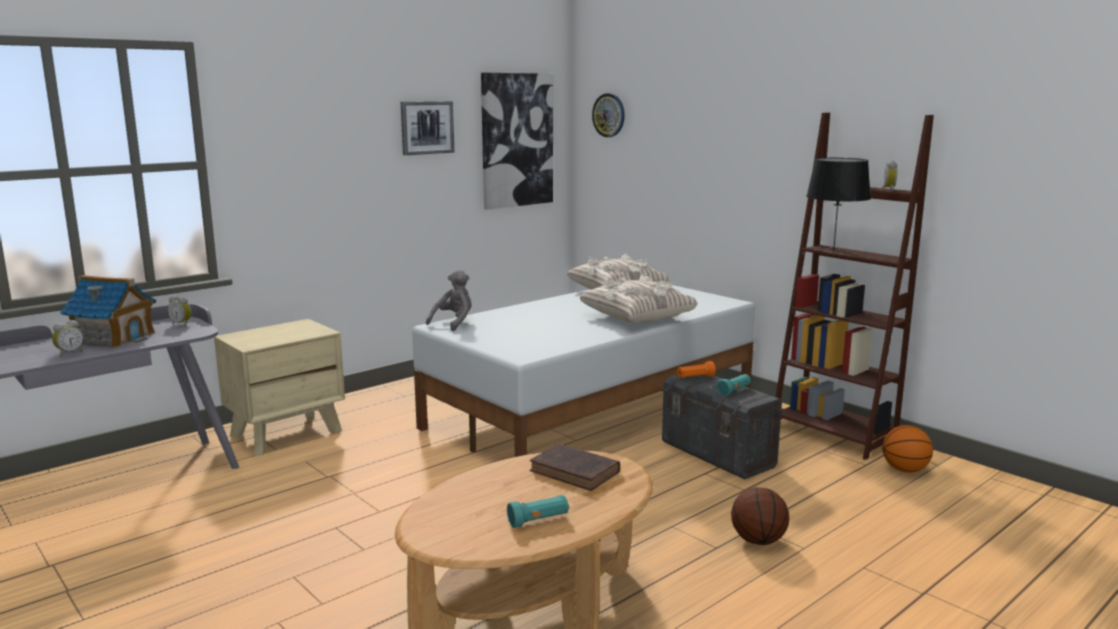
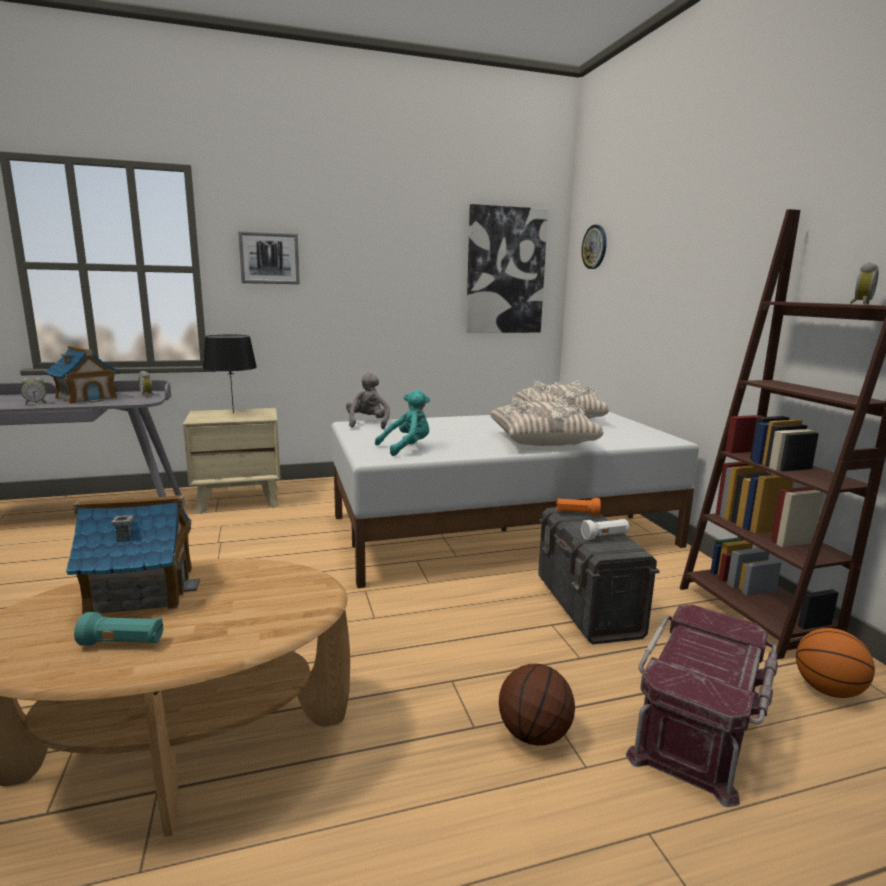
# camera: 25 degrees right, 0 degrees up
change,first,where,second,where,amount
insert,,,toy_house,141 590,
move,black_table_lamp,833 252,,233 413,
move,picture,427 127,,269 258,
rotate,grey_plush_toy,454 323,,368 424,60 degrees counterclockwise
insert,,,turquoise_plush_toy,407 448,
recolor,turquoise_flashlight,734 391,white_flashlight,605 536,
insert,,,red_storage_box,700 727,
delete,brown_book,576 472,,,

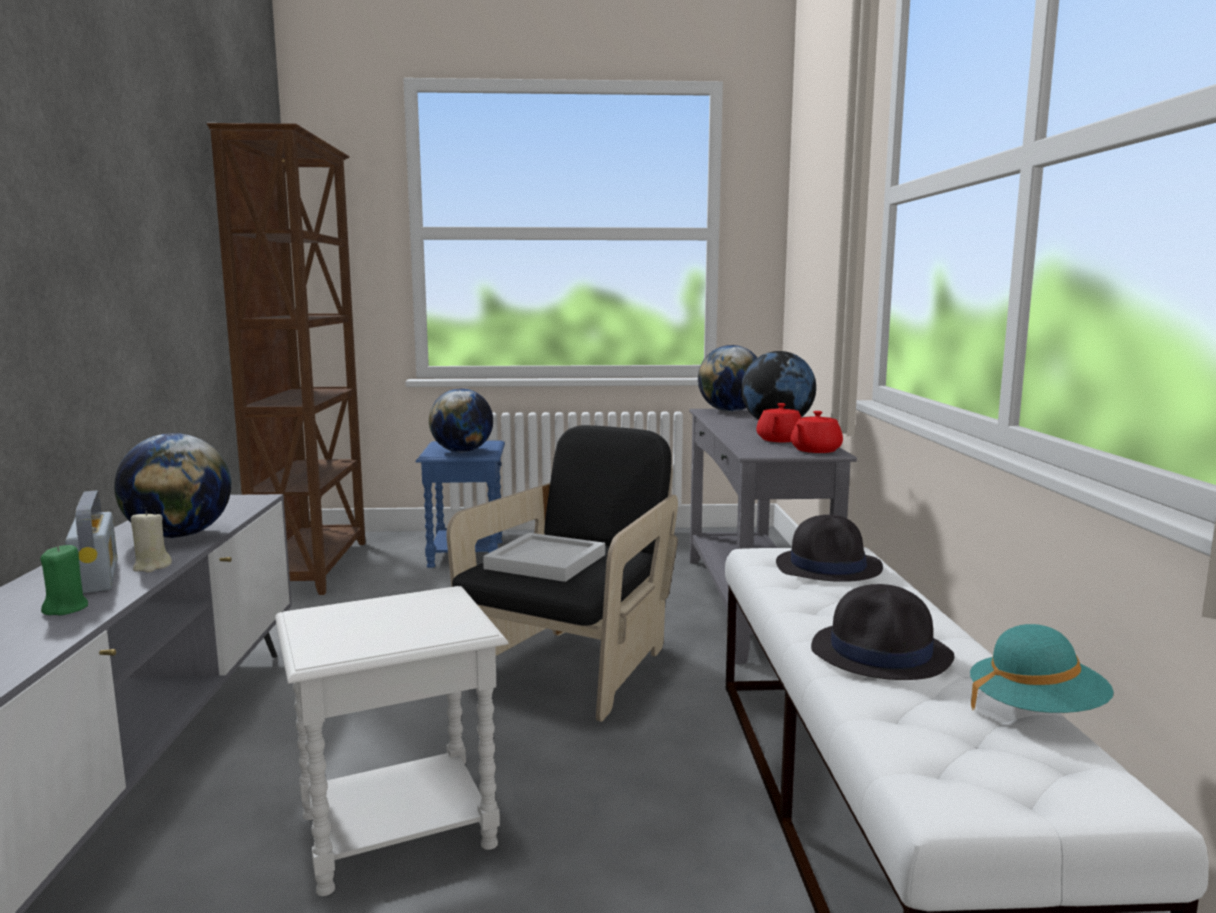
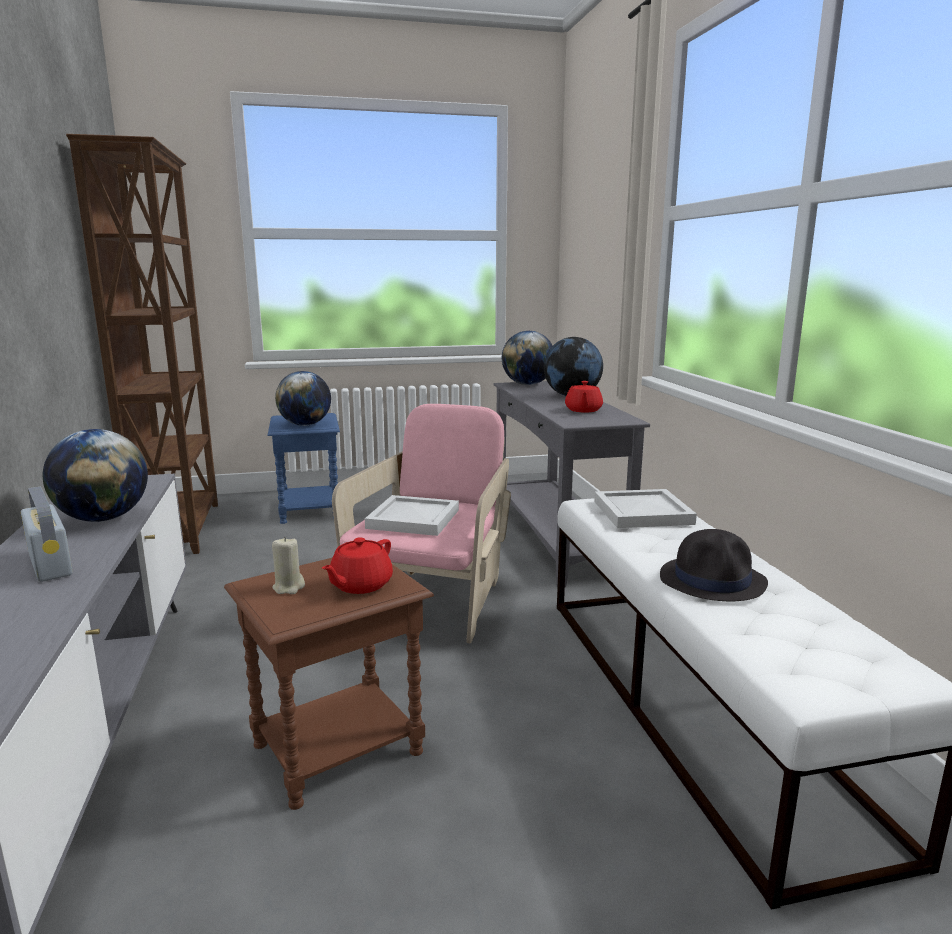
# camera: 10 degrees left, 5 degrees up
change,first,where,second,where,amount
recolor,white_side_table,398 831,brown_side_table,339 749,
move,beige_candle,151 567,,289 587,
move,red_teapot,815 450,,360 585,
recolor,black_armchair,573 670,pink_armchair,433 603,
replace,black_hat,829 567,white_tray,643 512,
delete,green_candle,66 609,,,
delete,turquoise_hat,1035 711,,,

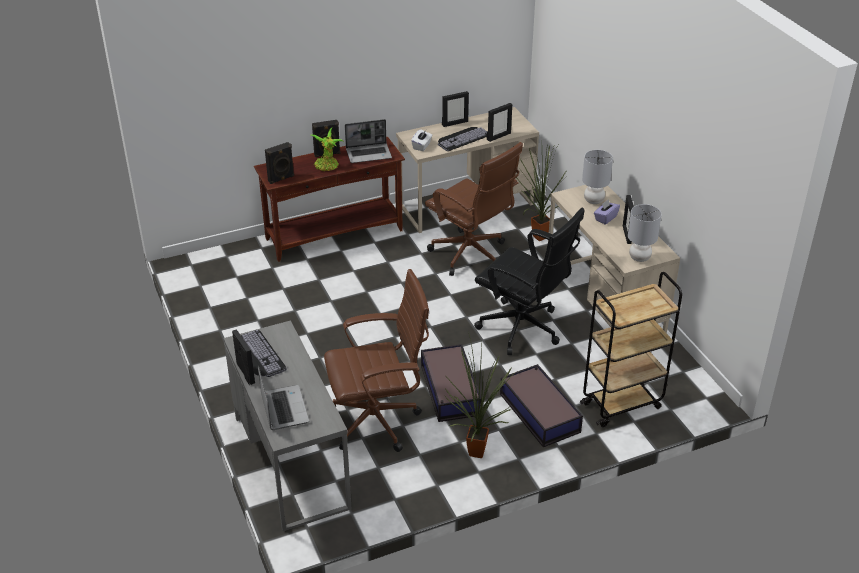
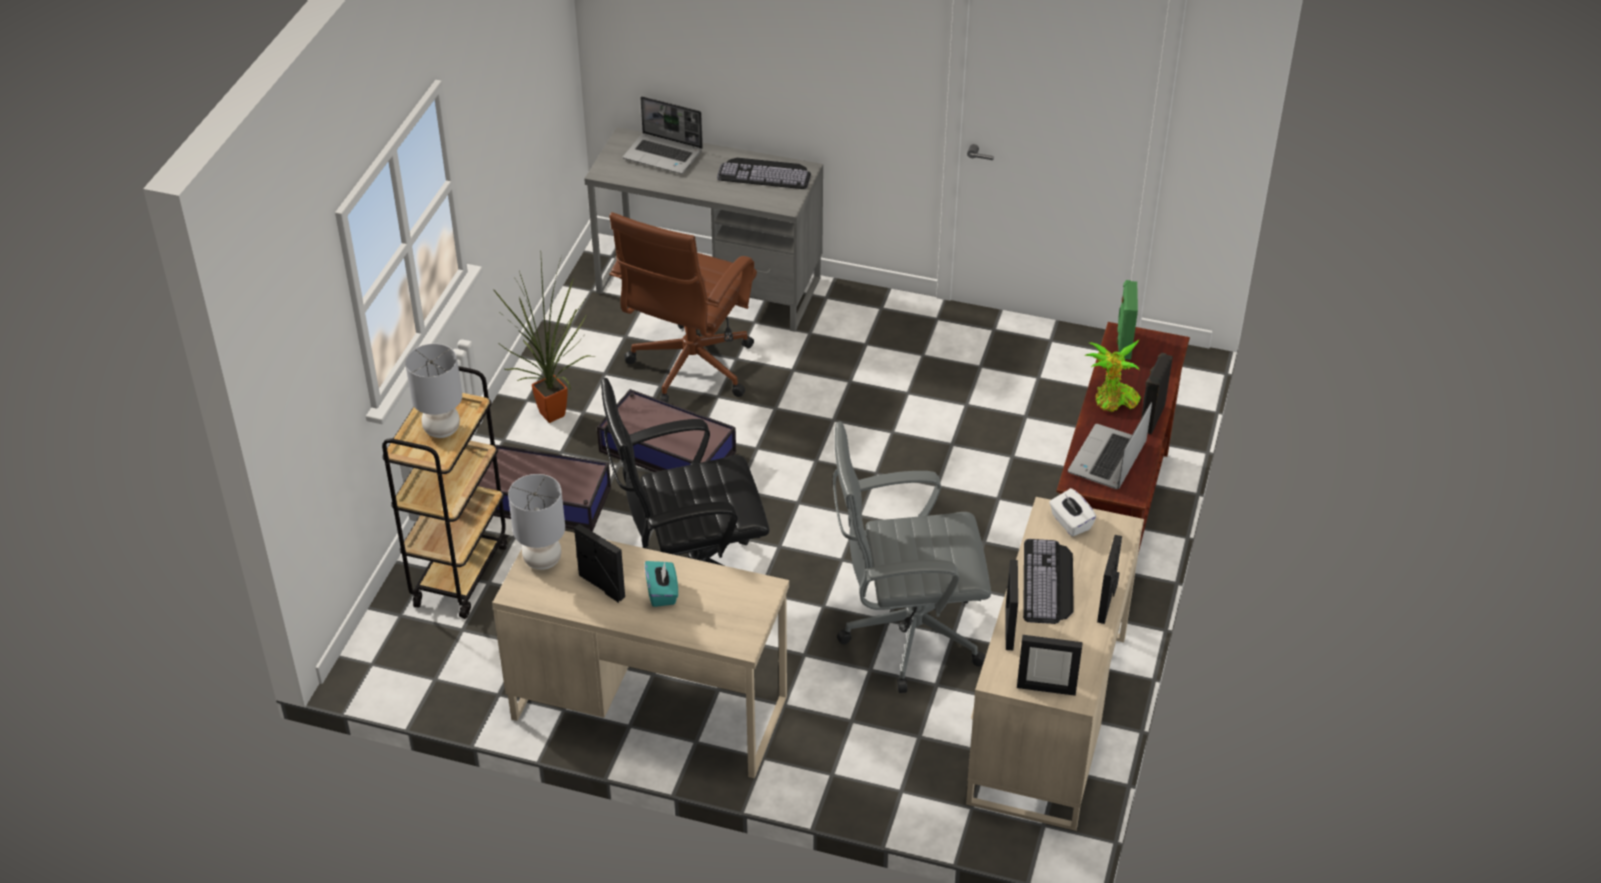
# camera: 130 degrees right, 5 degrees up
change,first,where,second,where,amount
move,grey_table_lamp,594 201,,441 430,
recolor,purple_tissue_box,605 218,turquoise_tissue_box,662 593,
recolor,brown_office_chair,471 256,grey_office_chair,905 636,
move,picture_frame,245 373,,1046 687,
recolor,black_speaker,281 179,green_speaker,1123 344,
delete,potted_plant,537 238,,,

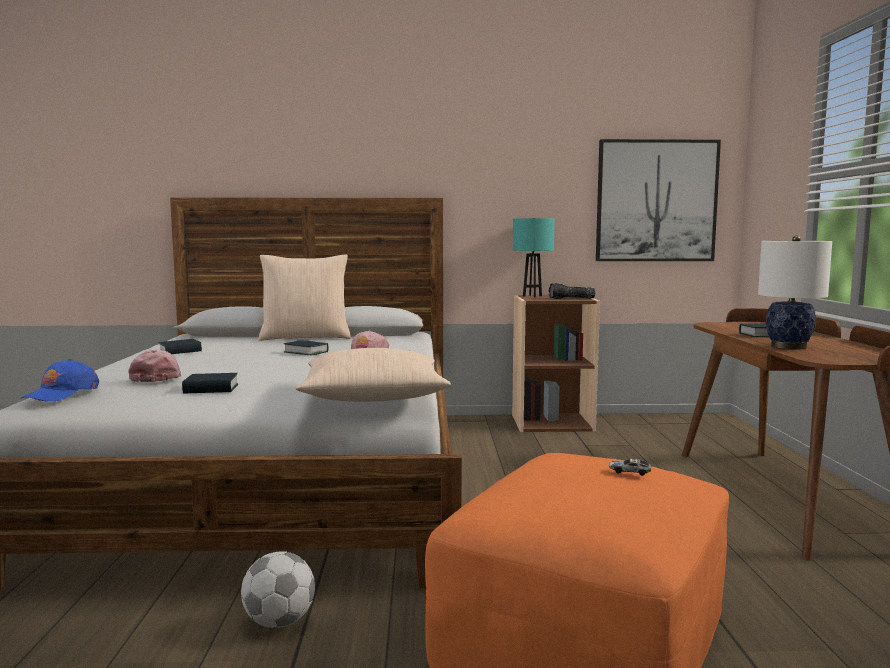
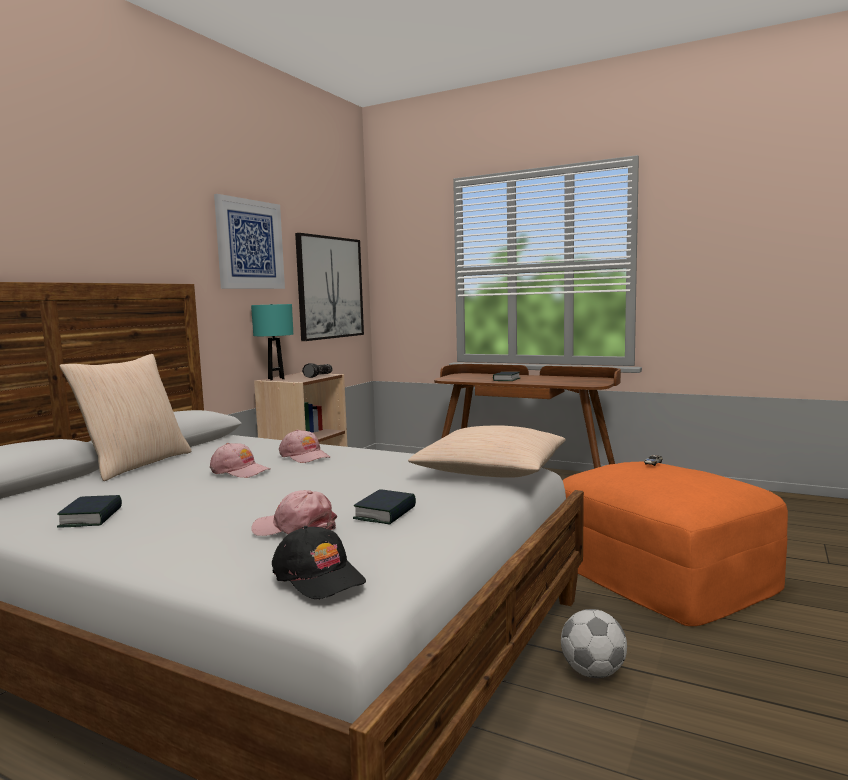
# camera: 60 degrees left, 0 degrees up
change,first,where,second,where,amount
replace,book,306 352,pink_cap,240 471,
insert,,,picture,250 244,
recolor,blue_cap,61 394,black_cap,319 576,
delete,white_table_lamp,788 346,,,

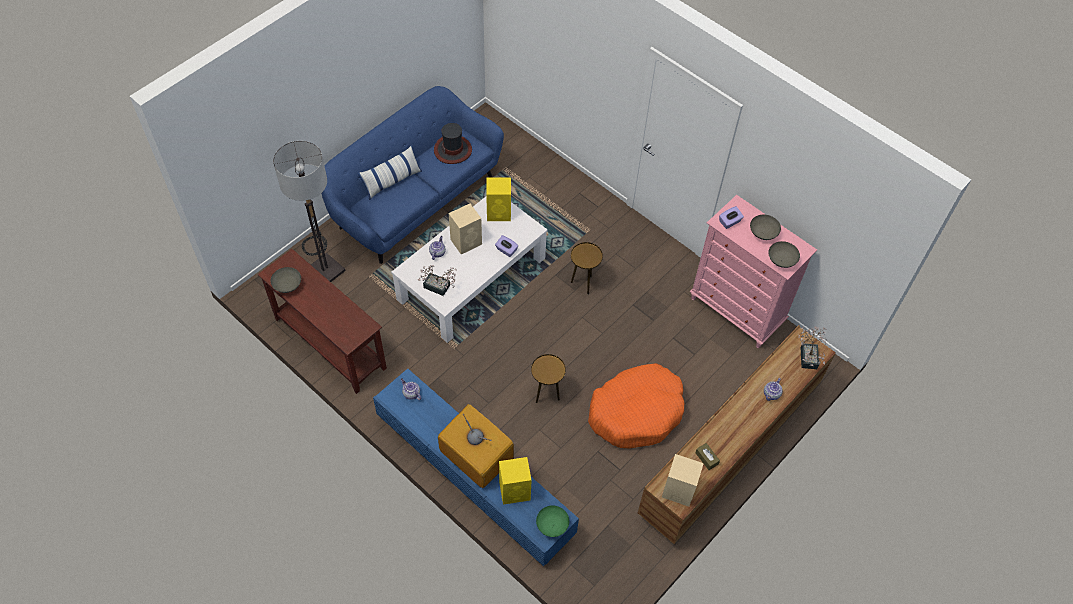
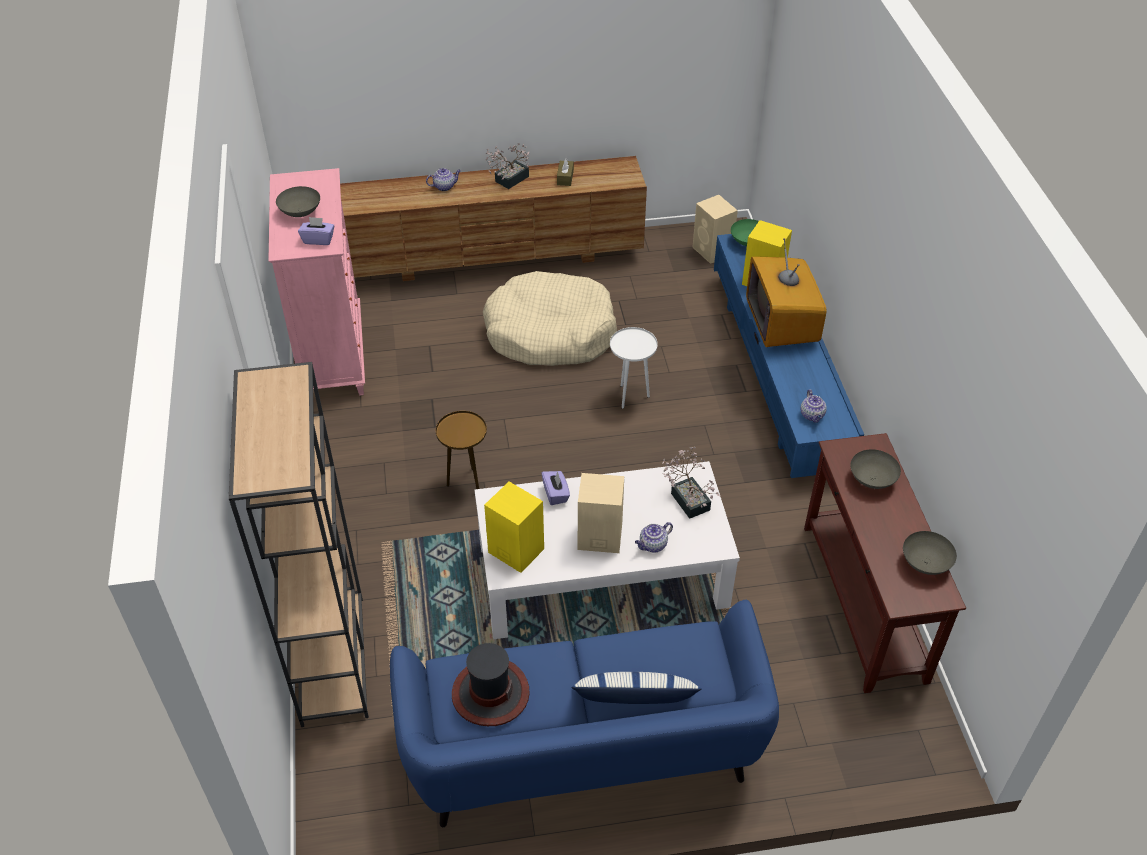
# camera: 140 degrees left, 10 degrees down
change,first,where,second,where,amount
insert,,,bookcase,332 659,
recolor,orange_dog_bed,636 412,beige_dog_bed,550 333,
move,potted_plant,808 355,,508 180,
recolor,brown_side_table,546 395,white_side_table,631 396,
move,beige_speaker,677 490,,712 251,
move,grey_bowl,782 260,,871 479,
delete,floor_lamp,322 263,,,

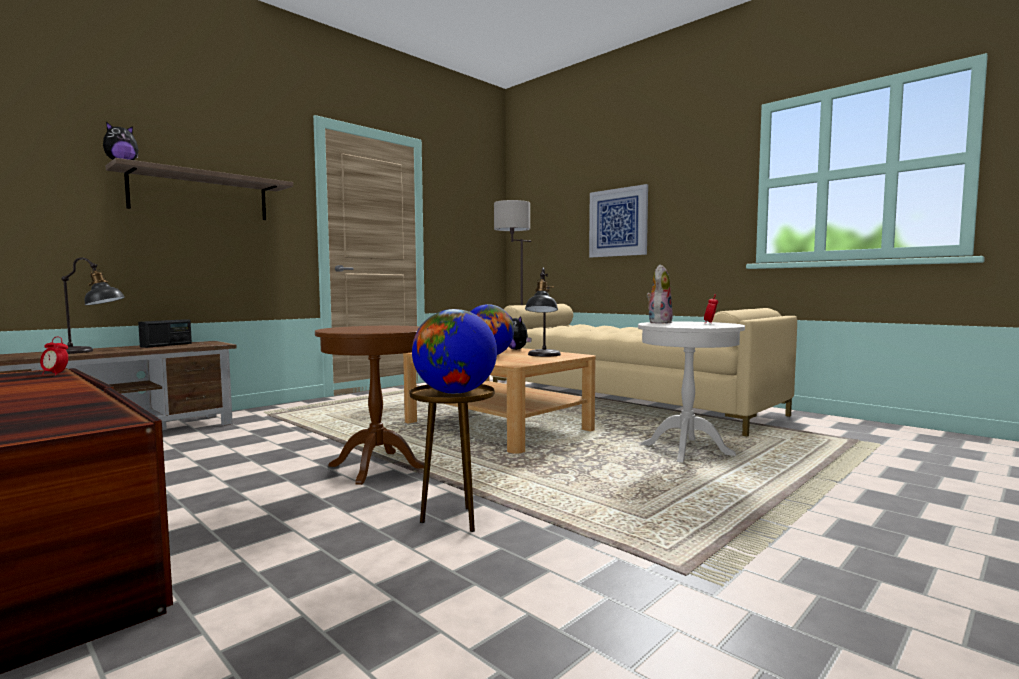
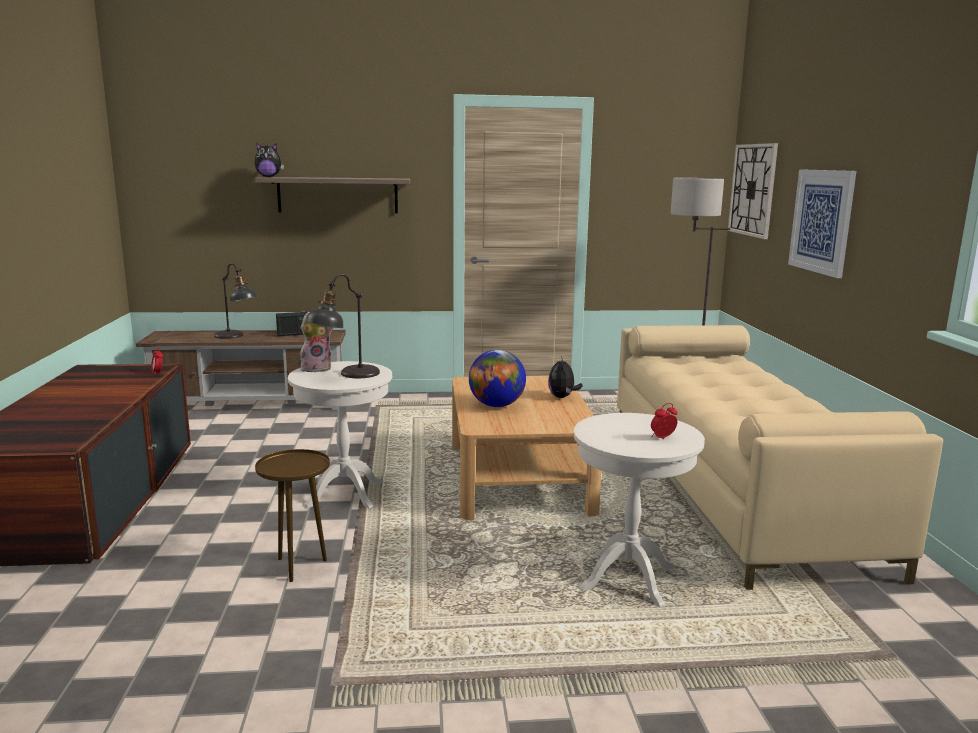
# camera: 40 degrees right, 10 degrees up
change,first,where,second,where,amount
recolor,brown_side_table,377 467,white_side_table,345 494,
move,plush_toy,659 323,,317 368,
move,grey_table_lamp,543 356,,345 376,
insert,,,wall_clock,753 190,
delete,globe,455 393,,,

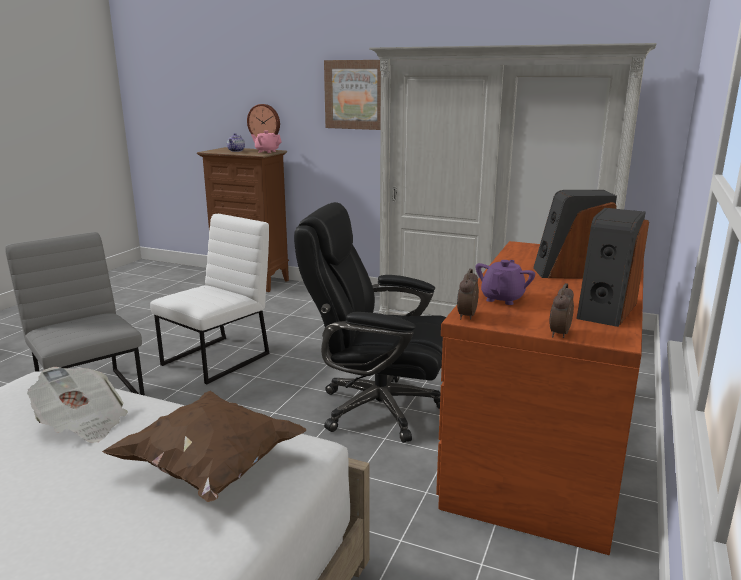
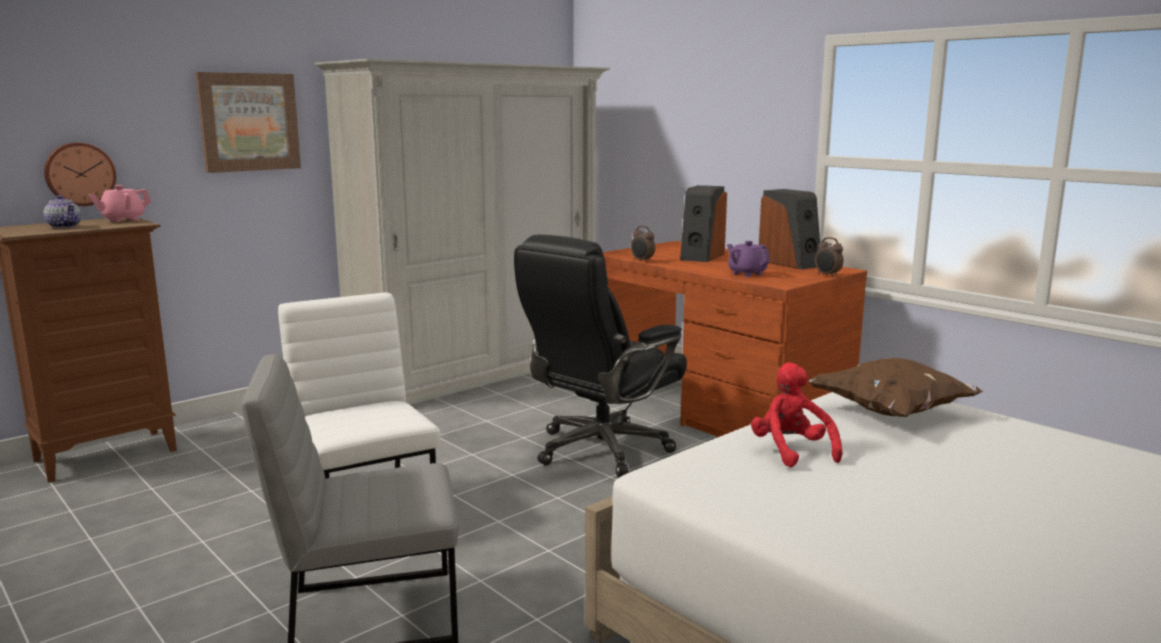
# camera: 65 degrees left, 5 degrees down
change,first,where,second,where,amount
move,alarm_clock,466 316,,642 261,
replace,newspaper,82 423,red_plush_toy,791 451,

